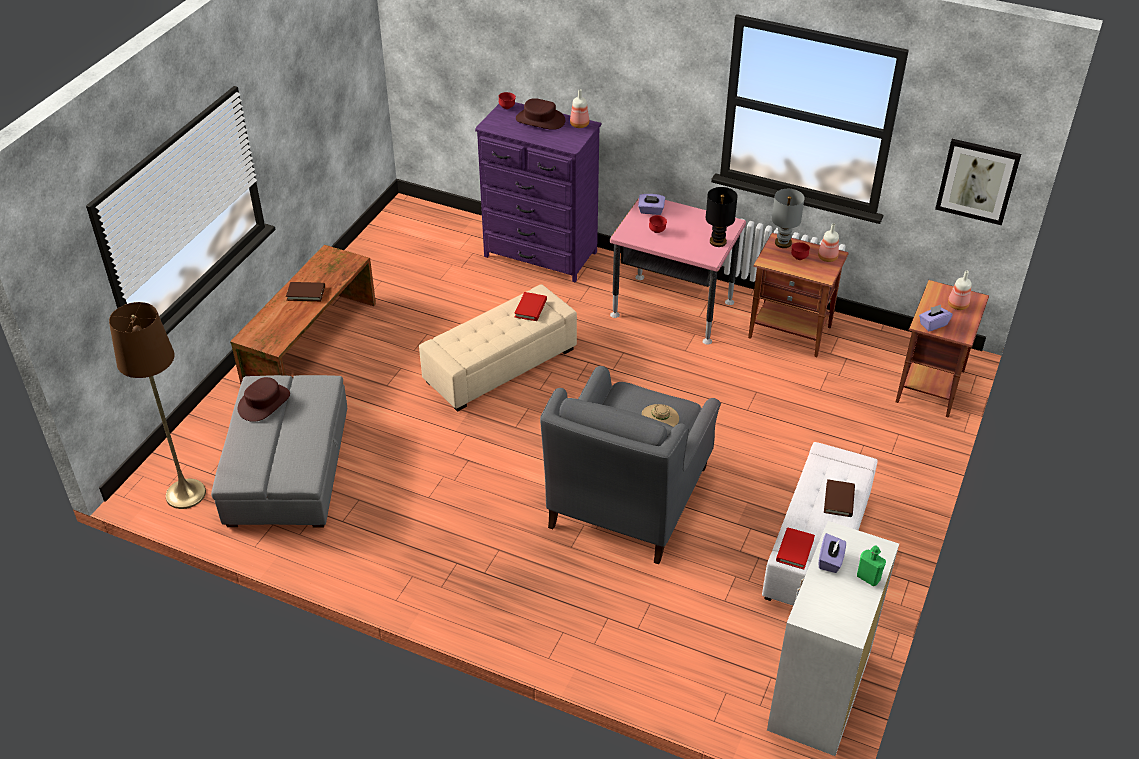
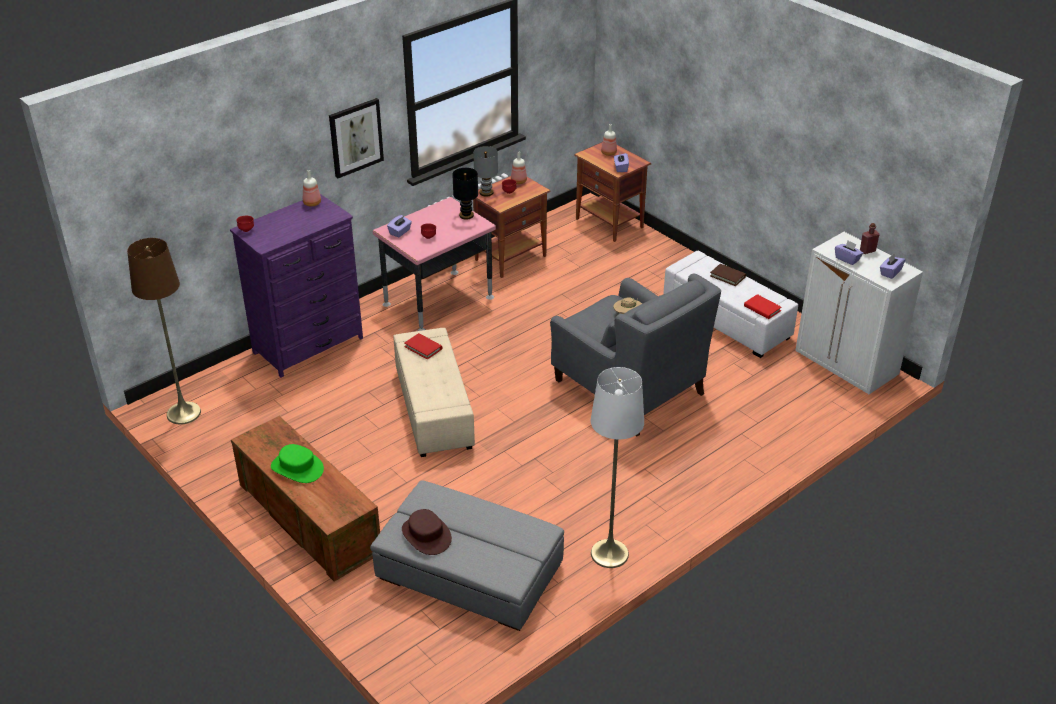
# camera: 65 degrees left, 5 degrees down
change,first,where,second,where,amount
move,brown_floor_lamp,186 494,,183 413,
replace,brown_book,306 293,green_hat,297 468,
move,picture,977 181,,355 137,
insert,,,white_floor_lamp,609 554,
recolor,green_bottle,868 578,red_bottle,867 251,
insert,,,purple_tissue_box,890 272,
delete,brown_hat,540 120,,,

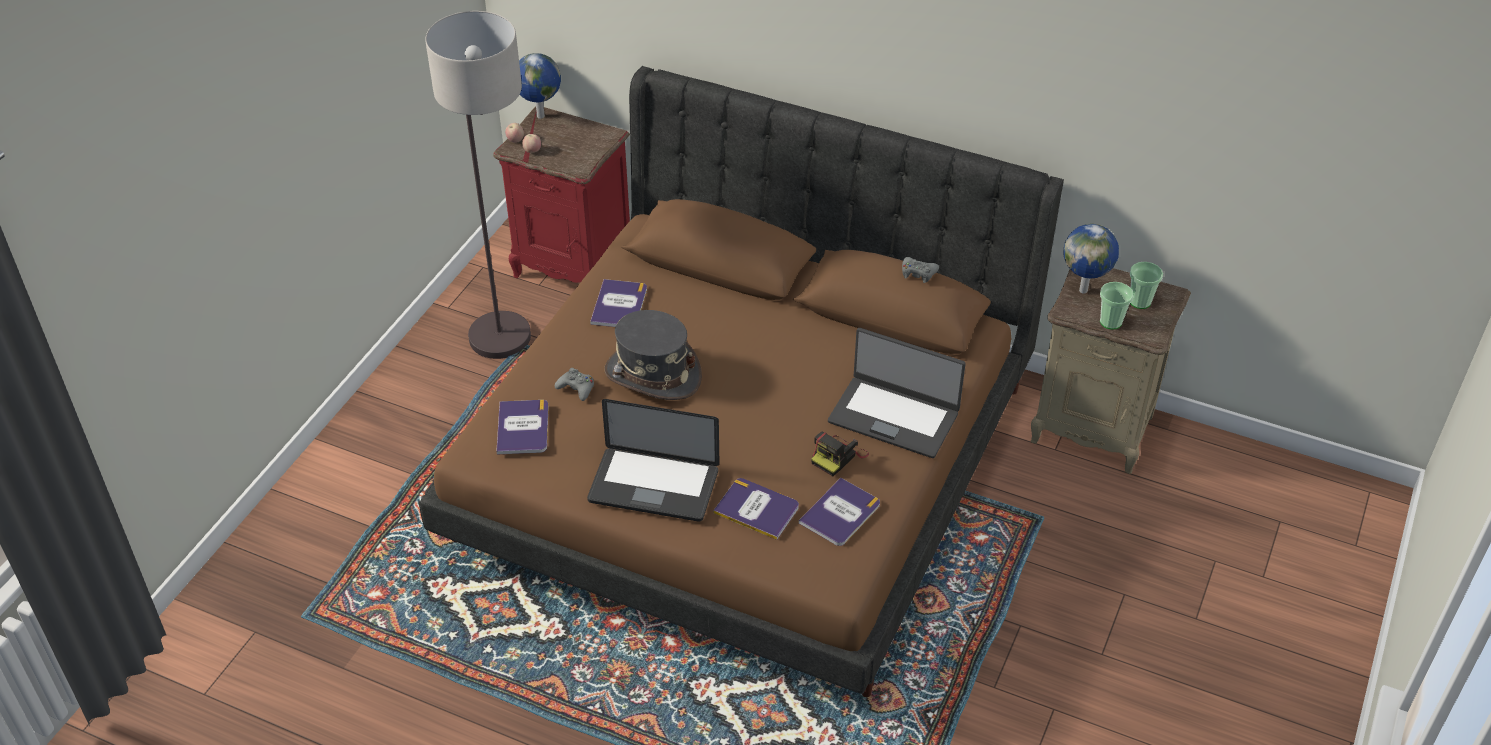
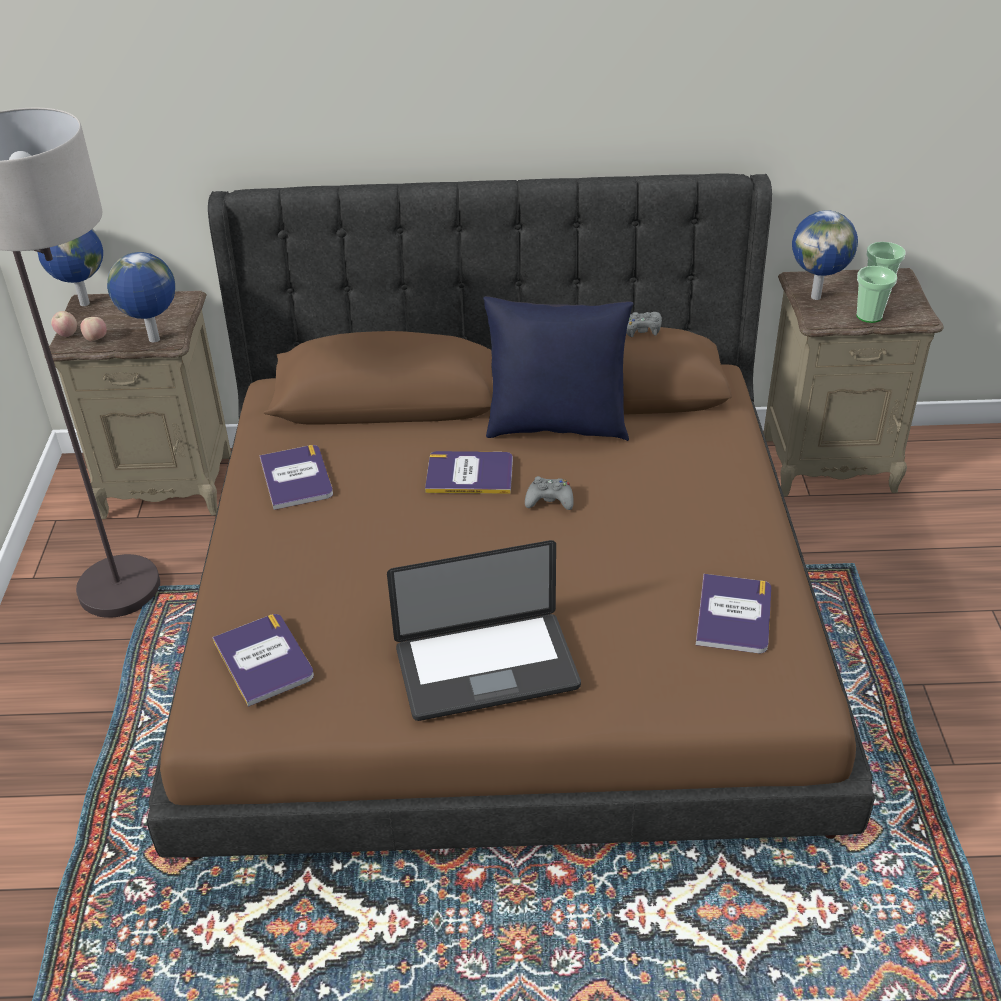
# camera: 25 degrees left, 5 degrees down
change,first,where,second,where,amount
recolor,red_nightstand,572 267,beige_nightstand,168 487,
insert,,,globe,154 340,
move,book,757 509,,469 474,
insert,,,blue_pillow,556 426,
move,grey_game_controller,576 388,,549 500,
delete,grey_hat,652 374,,,
delete,photo_camera,838 456,,,
delete,laptop,894 416,,,

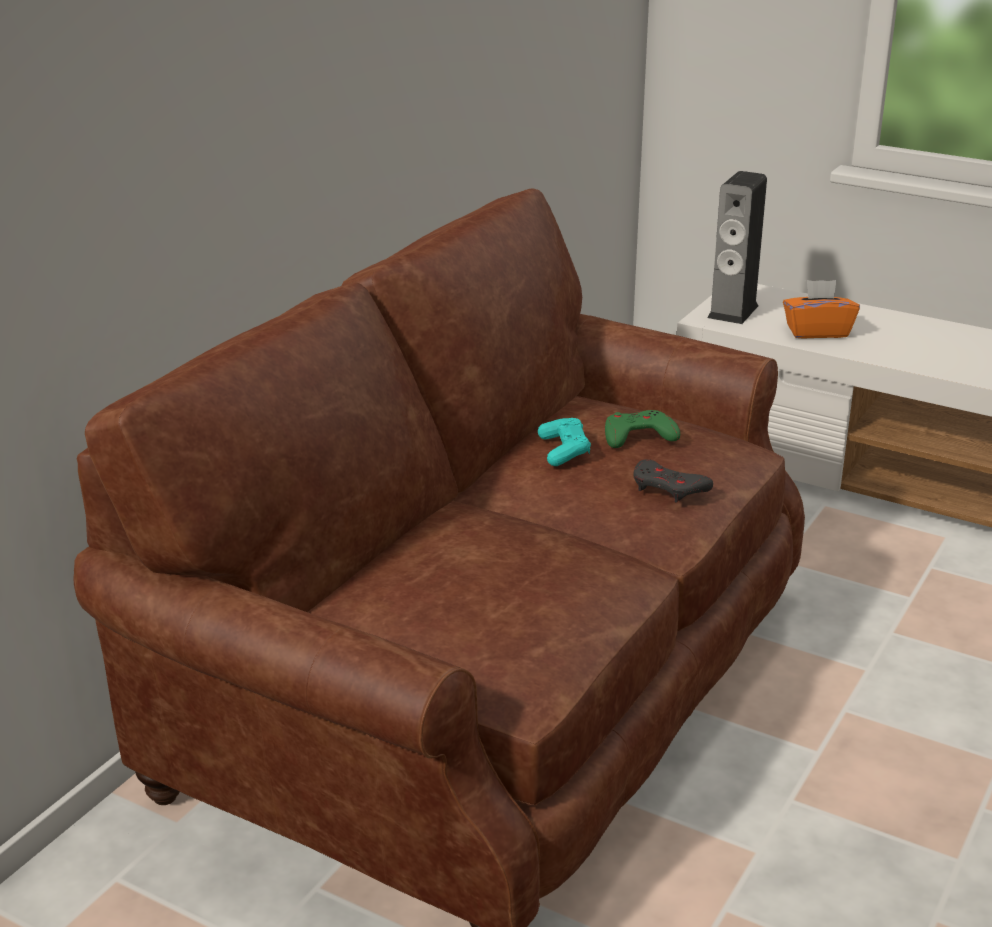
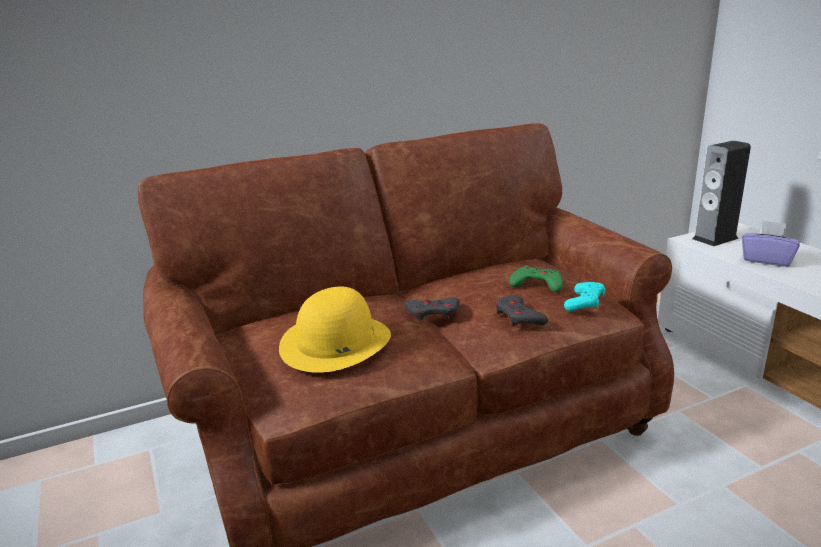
# camera: 35 degrees right, 5 degrees down
change,first,where,second,where,amount
insert,,,yellow_hat,335 342,
insert,,,grey_game_controller,433 313,
move,turquoise_game_controller,564 450,,584 303,
recolor,orange_tissue_box,817 332,purple_tissue_box,767 260,

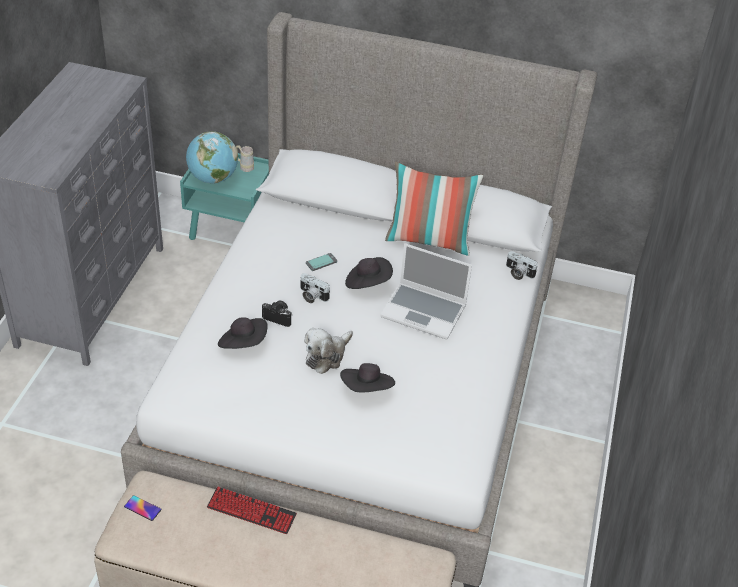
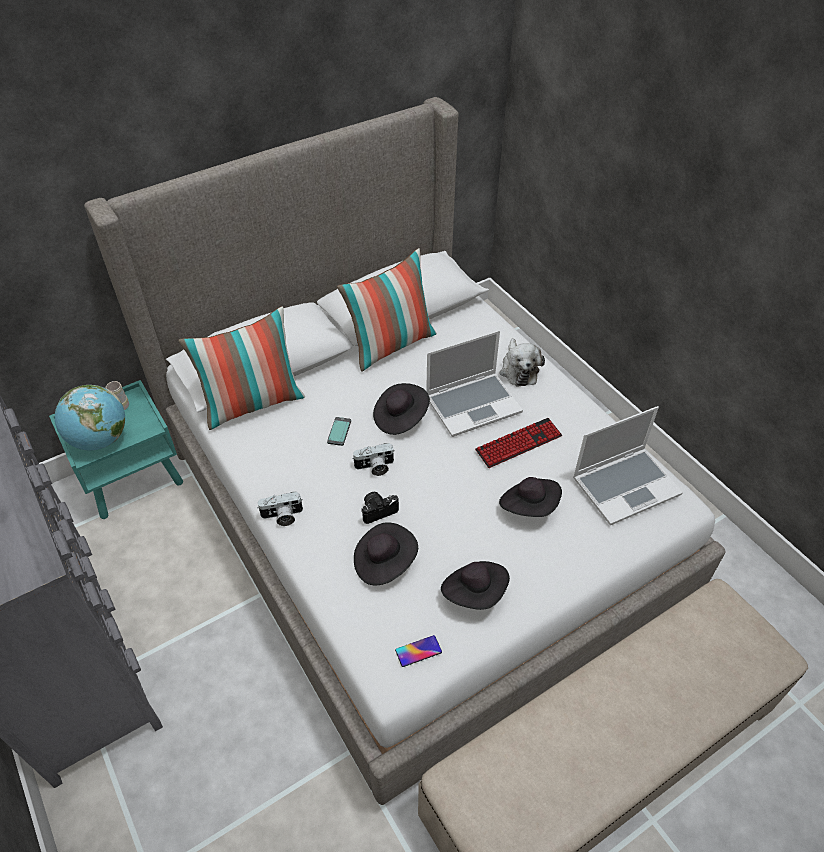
# camera: 45 degrees left, 5 degrees up
change,first,where,second,where,amount
insert,,,pillow,253 403,
move,photo_camera,518 273,,282 516,
move,phone,142 508,,418 651,
insert,,,black_hat,475 592,
move,keyboard,251 511,,518 443,
move,plush_toy,327 356,,518 369,
insert,,,laptop,626 485,

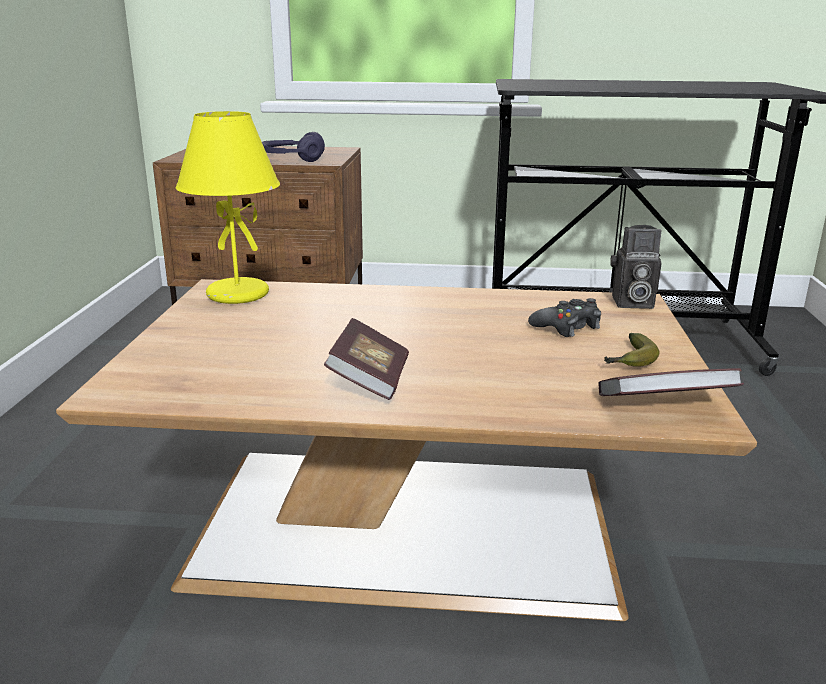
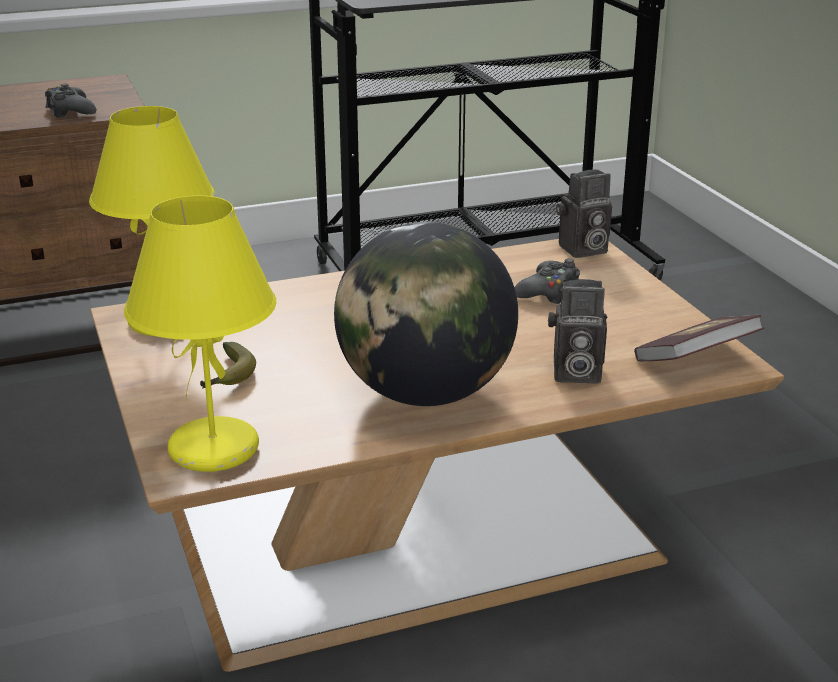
# camera: 25 degrees left, 5 degrees up
change,first,where,second,where,amount
replace,purple_headphones,293 159,black_game_controller,70 111,
insert,,,yellow_table_lamp,214 450,
move,banana,630 361,,228 376,
replace,book,370 380,globe,425 393,
insert,,,photo_camera,573 373,

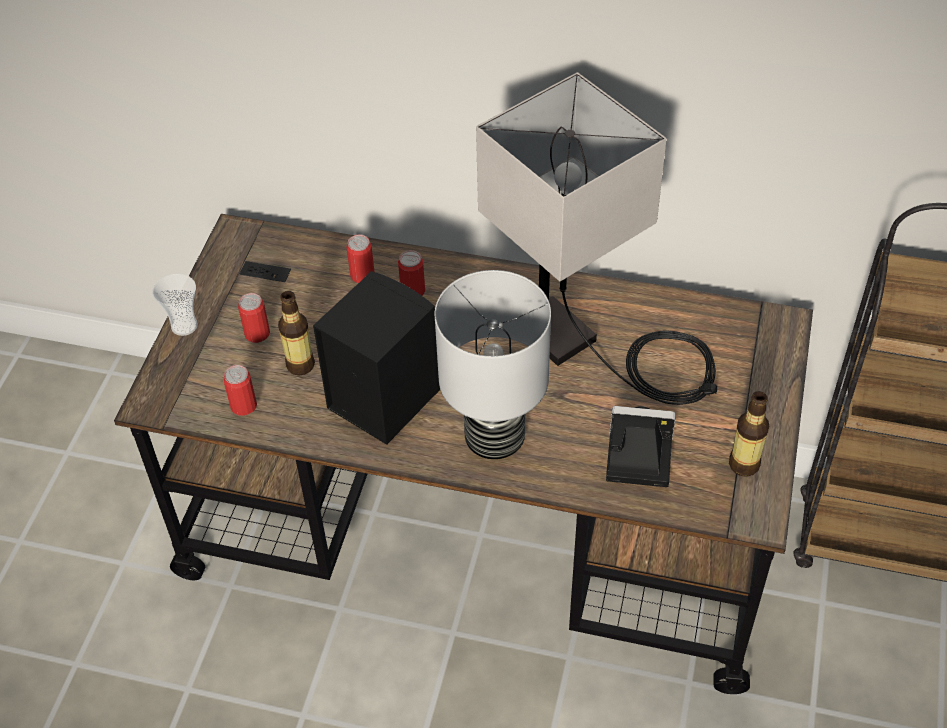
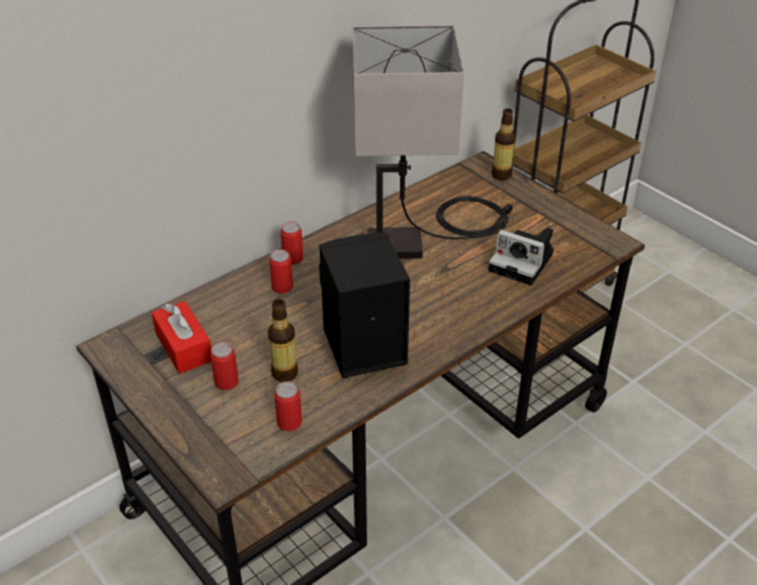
# camera: 55 degrees left, 10 degrees down
change,first,where,second,where,amount
insert,,,red_tissue_box,184 347,
move,can,362 275,,293 258,
rotate,photo_camera,635 453,,523 262,105 degrees counterclockwise
move,bottle,743 464,,501 175,
delete,cup,184 326,,,
delete,grey_table_lamp,494 435,,,

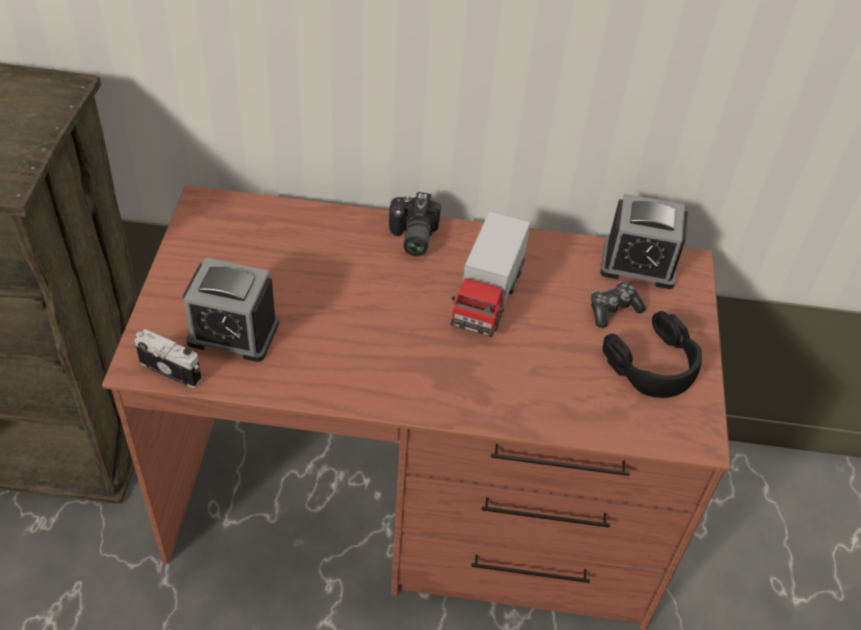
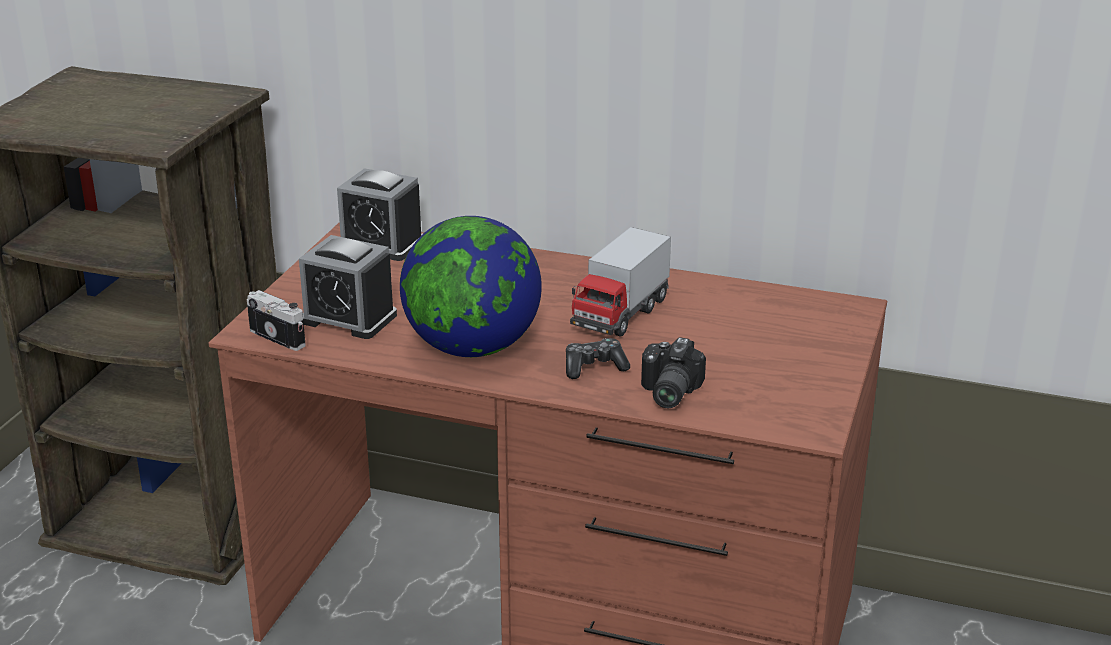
# camera: 15 degrees right, 20 degrees down
change,first,where,second,where,amount
move,alarm_clock,638 264,,381 244,
insert,,,globe,472 348,
move,game_controller,613 309,,594 367,
move,photo_camera,411 237,,666 392,
delete,black_headphones,654 365,,,

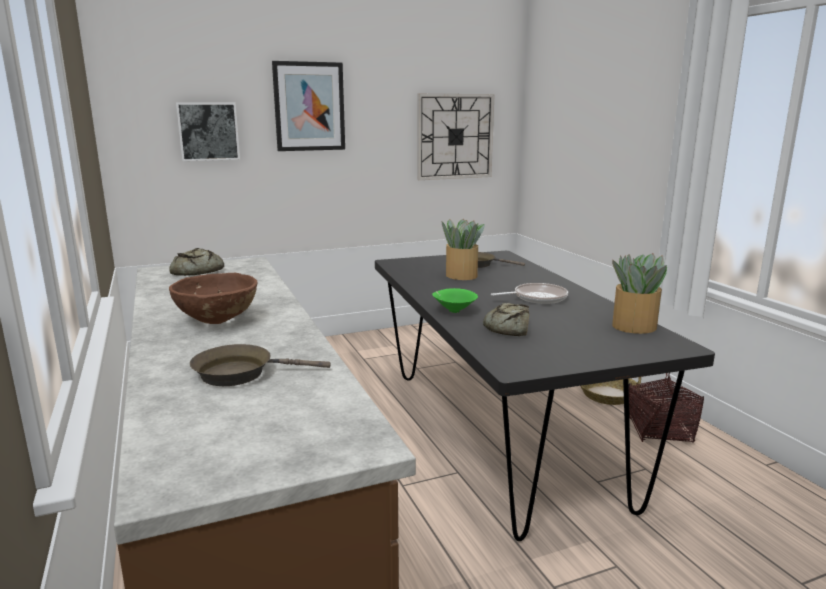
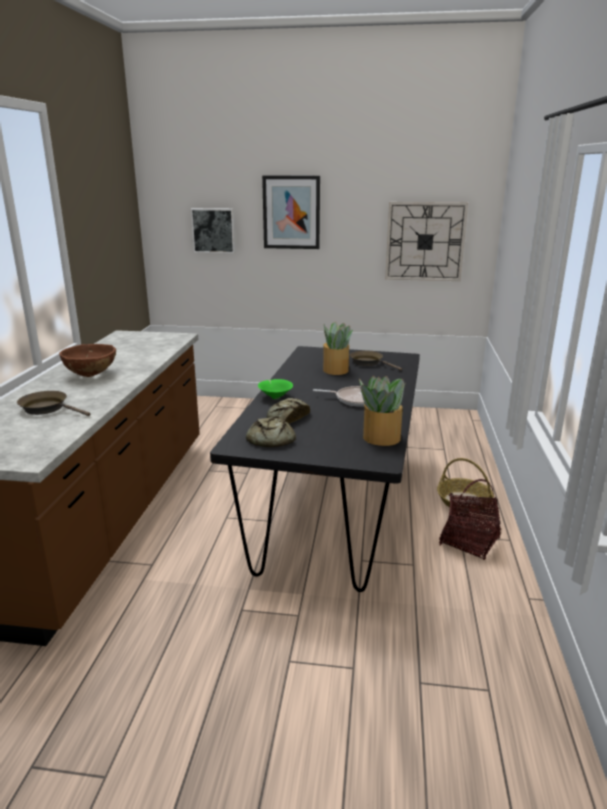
# camera: 30 degrees right, 5 degrees up
change,first,where,second,where,amount
move,bread,195 271,,269 439,

